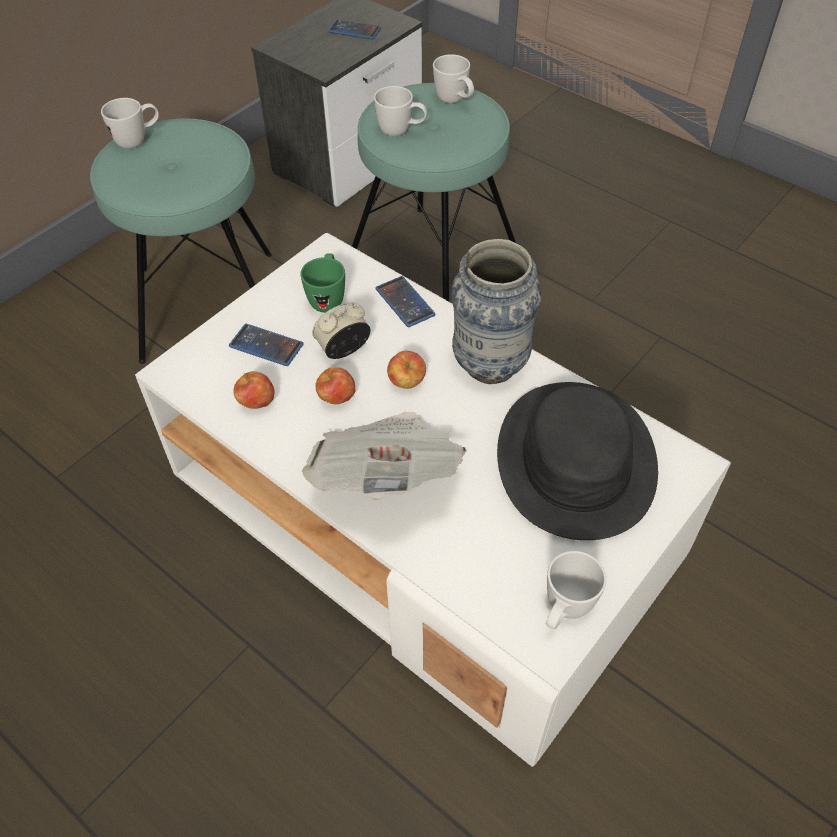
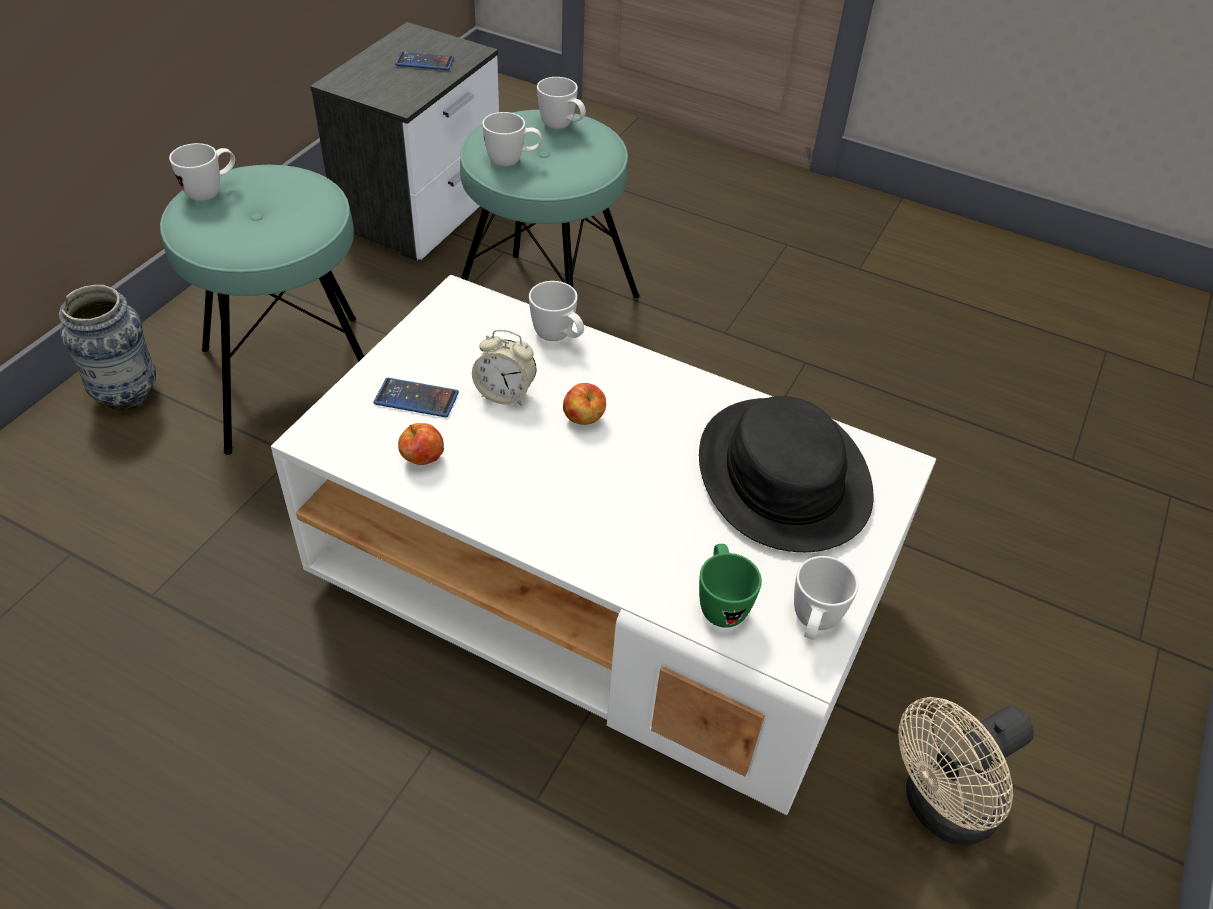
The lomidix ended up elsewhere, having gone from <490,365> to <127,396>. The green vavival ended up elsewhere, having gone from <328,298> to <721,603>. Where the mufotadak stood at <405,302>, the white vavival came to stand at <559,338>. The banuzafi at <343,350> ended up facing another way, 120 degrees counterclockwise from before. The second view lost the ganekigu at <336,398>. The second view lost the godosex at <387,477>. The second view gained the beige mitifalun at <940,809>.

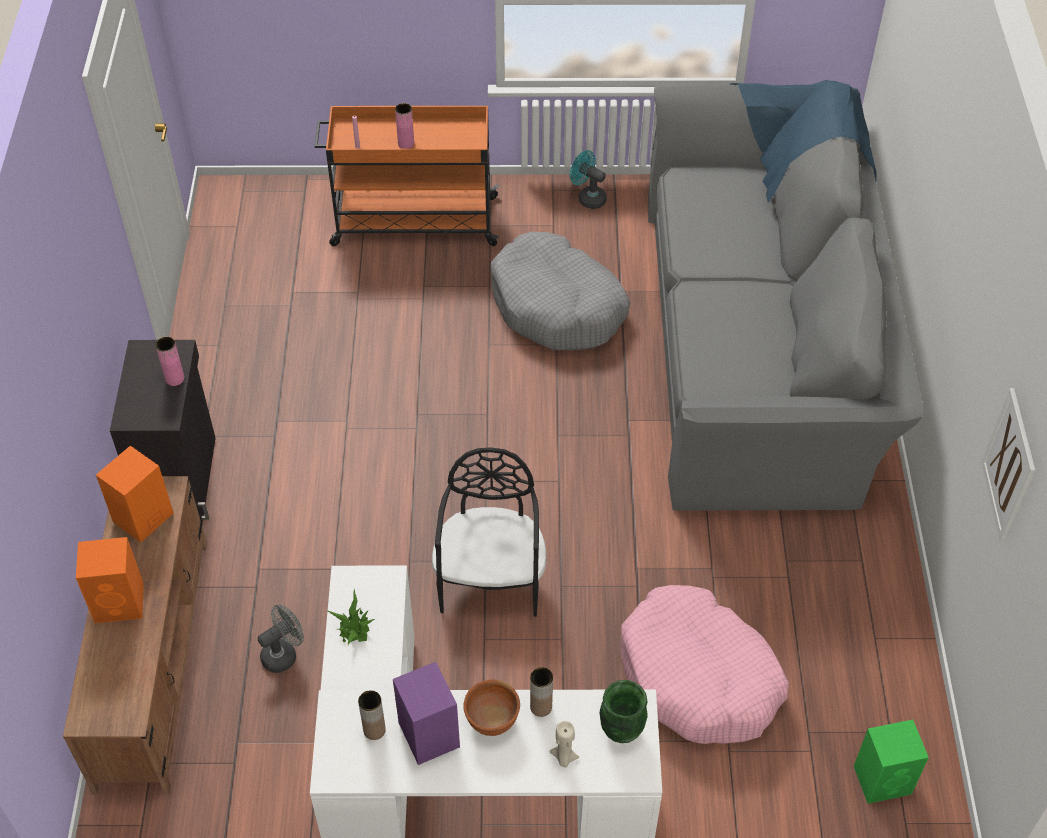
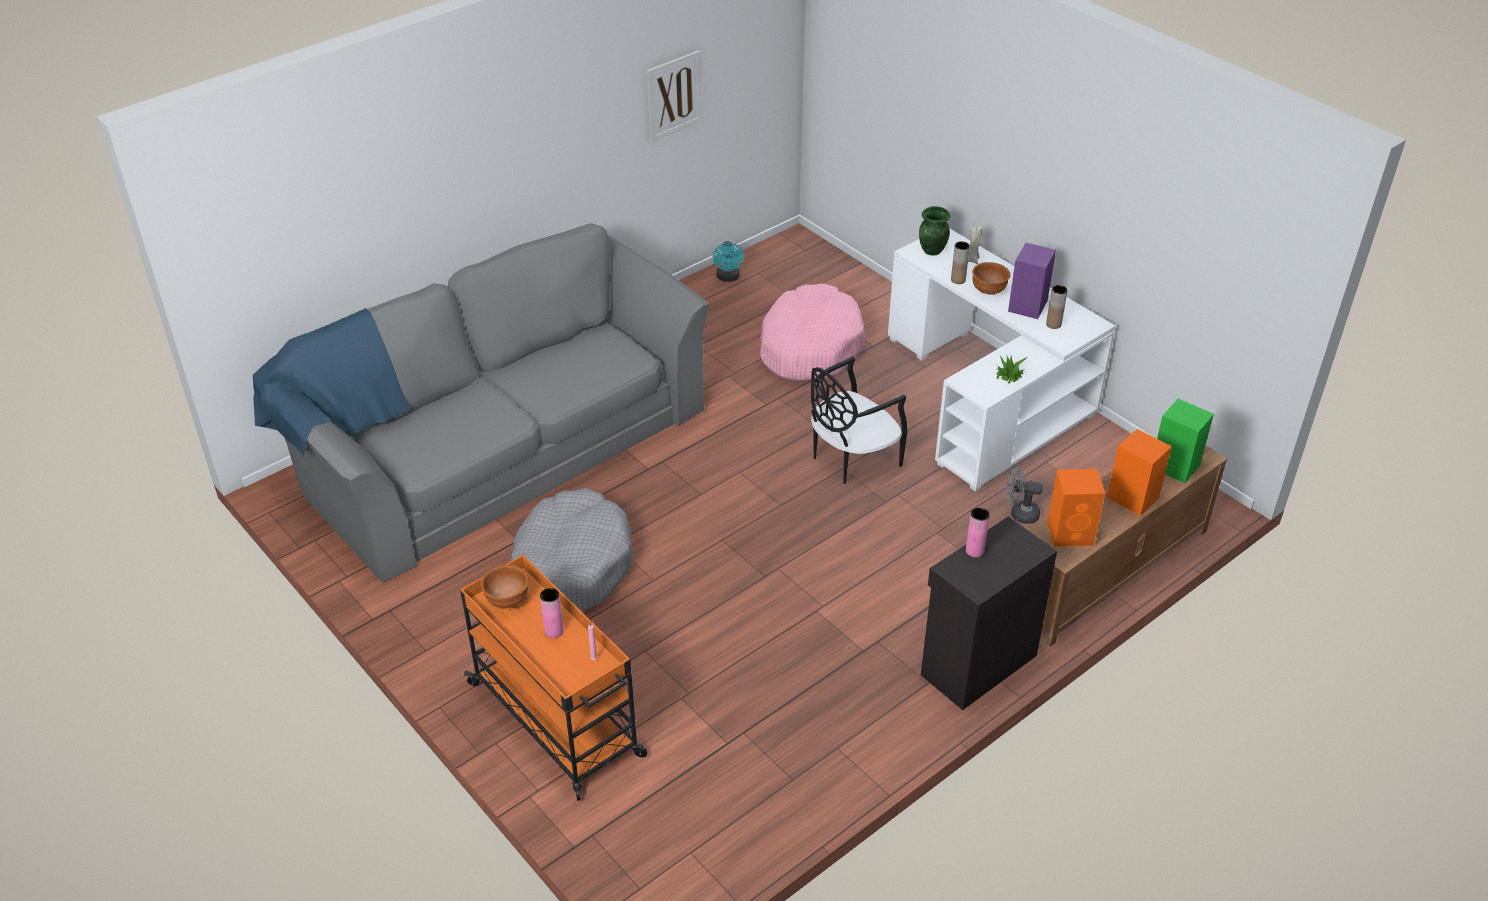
The turquoise mitifalun ended up elsewhere, having gone from <588,197> to <728,278>. The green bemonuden ended up elsewhere, having gone from <883,780> to <1173,466>. The second view gained the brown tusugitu at <507,600>.

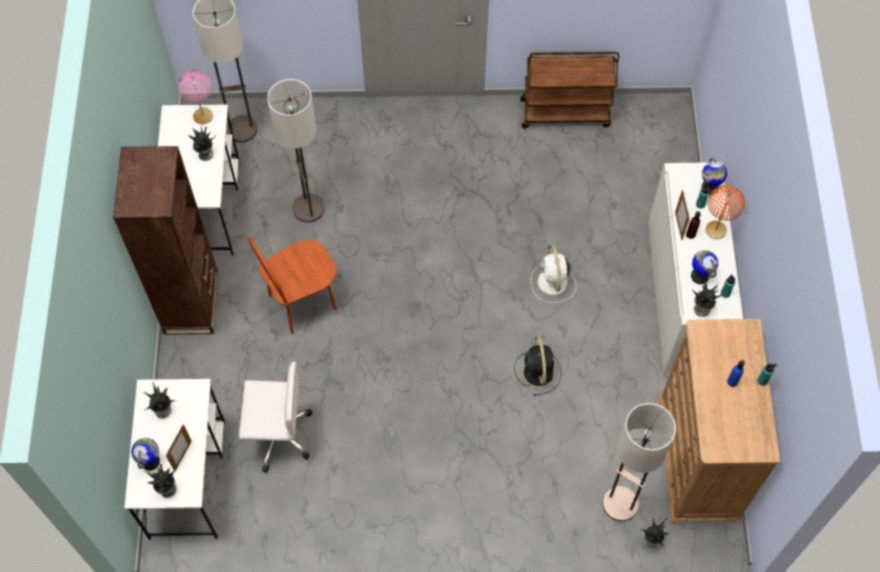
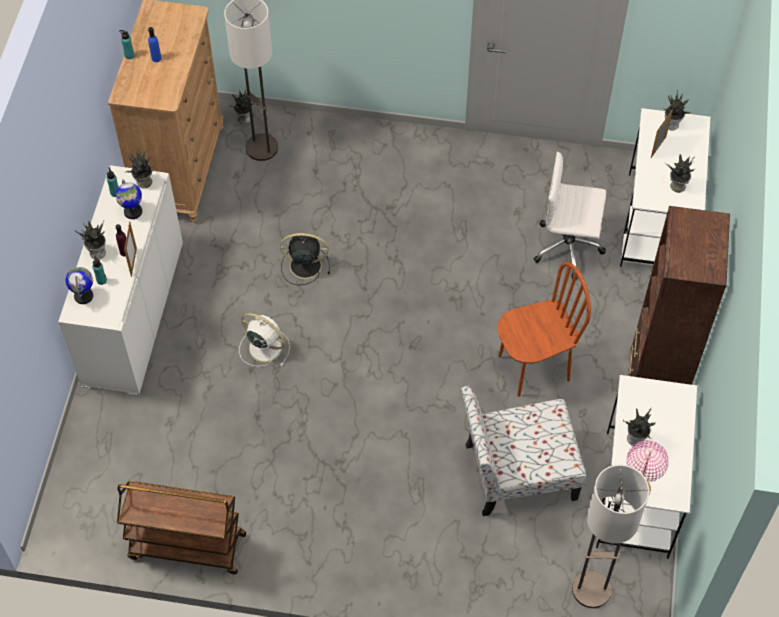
Where the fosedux stood at <309,208>, the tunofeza came to stand at <517,472>. Where the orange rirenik stood at <715,230>, the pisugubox came to stand at <97,252>. The white mitifalun at <552,283> ended up facing another way, 60 degrees counterclockwise from before. The black mitifalun at <538,371> ended up facing another way, 90 degrees clockwise from before. The second view lost the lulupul at <150,461>.

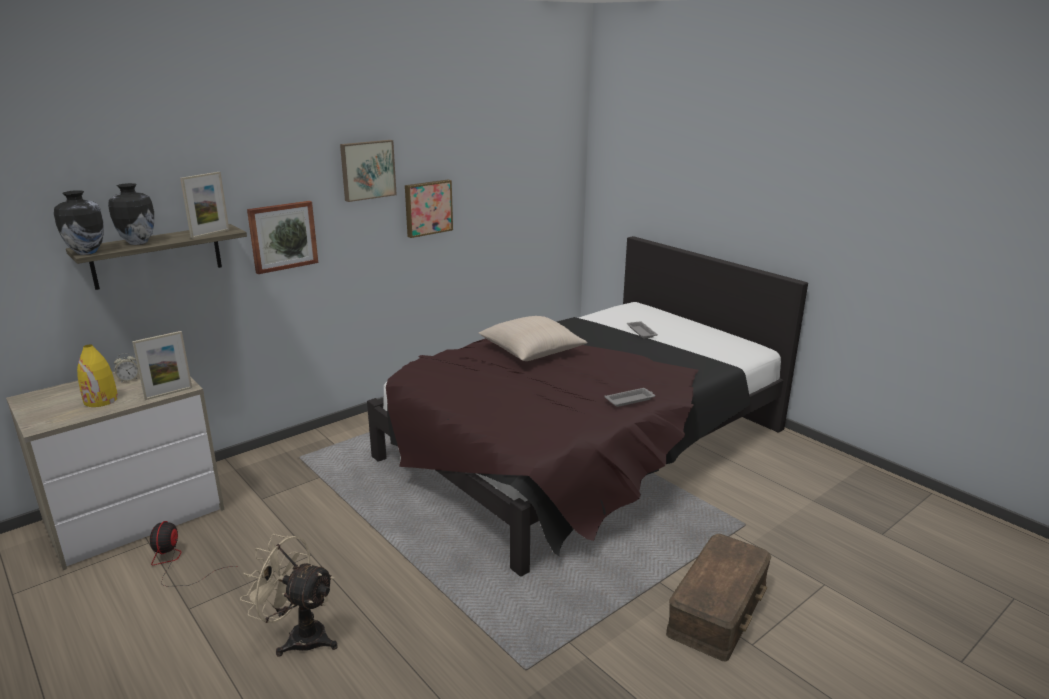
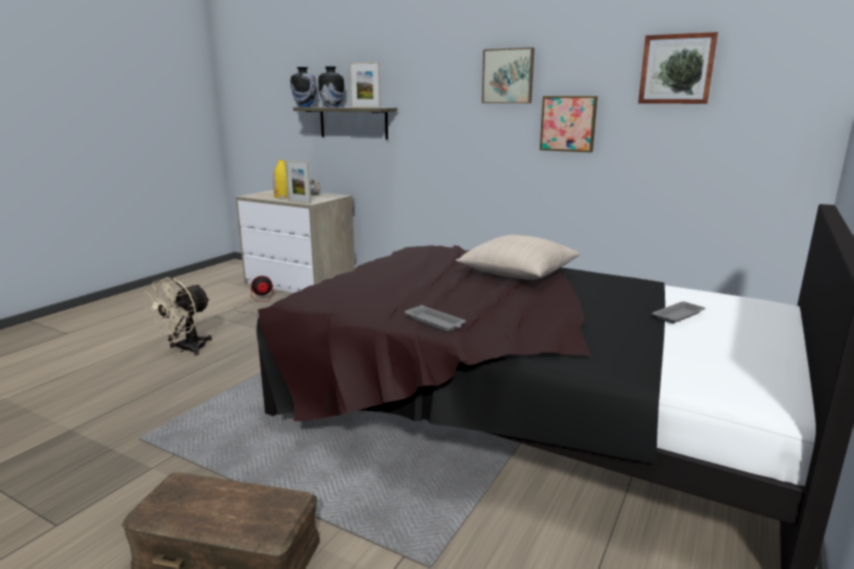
The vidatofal ended up elsewhere, having gone from <282,236> to <677,69>. The beige mitifalun at <299,636> ended up facing another way, 150 degrees counterclockwise from before.

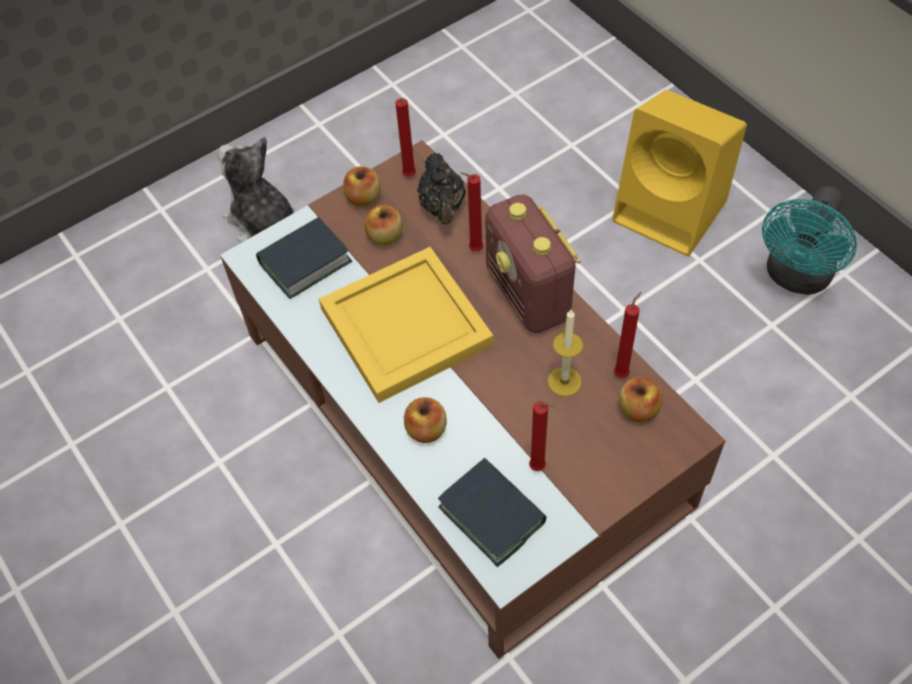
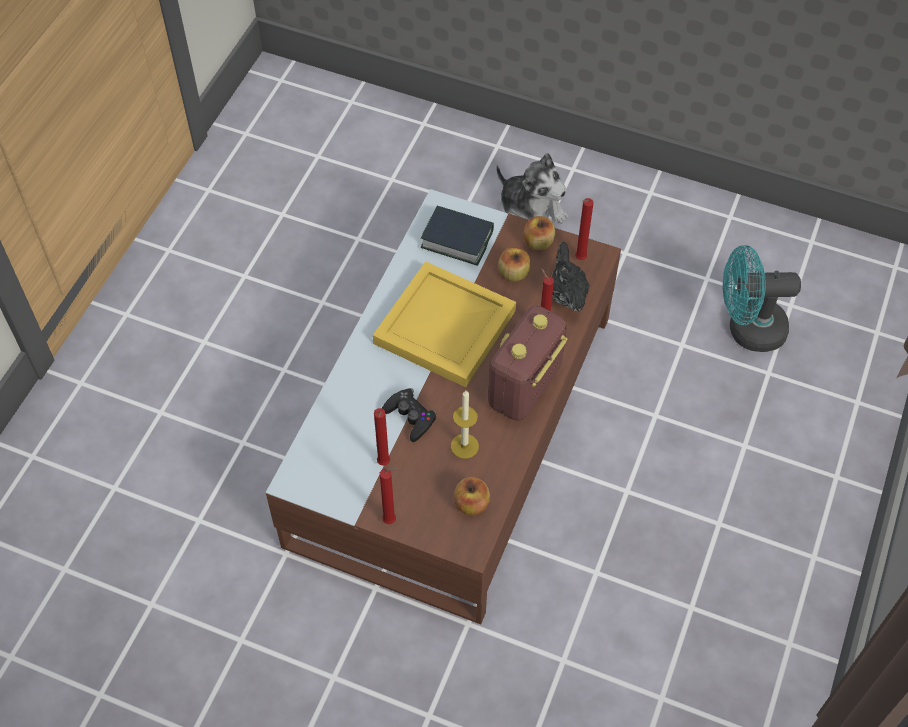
The second view lost the yellow bemonuden at <672,212>. The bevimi at <263,223> ended up facing another way, 120 degrees clockwise from before. The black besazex at <443,207> ended up facing another way, 120 degrees clockwise from before. The turquoise mitifalun ended up elsewhere, having gone from <796,277> to <747,329>. The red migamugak ended up elsewhere, having gone from <622,373> to <391,521>. The second view lost the ganekigu at <426,430>. The second view lost the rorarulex at <491,514>. The second view gained the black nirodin at <410,417>.

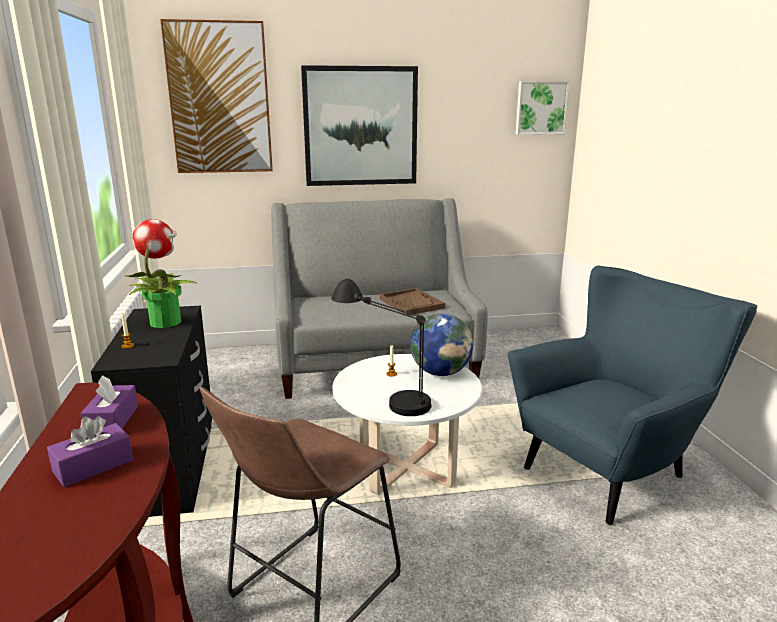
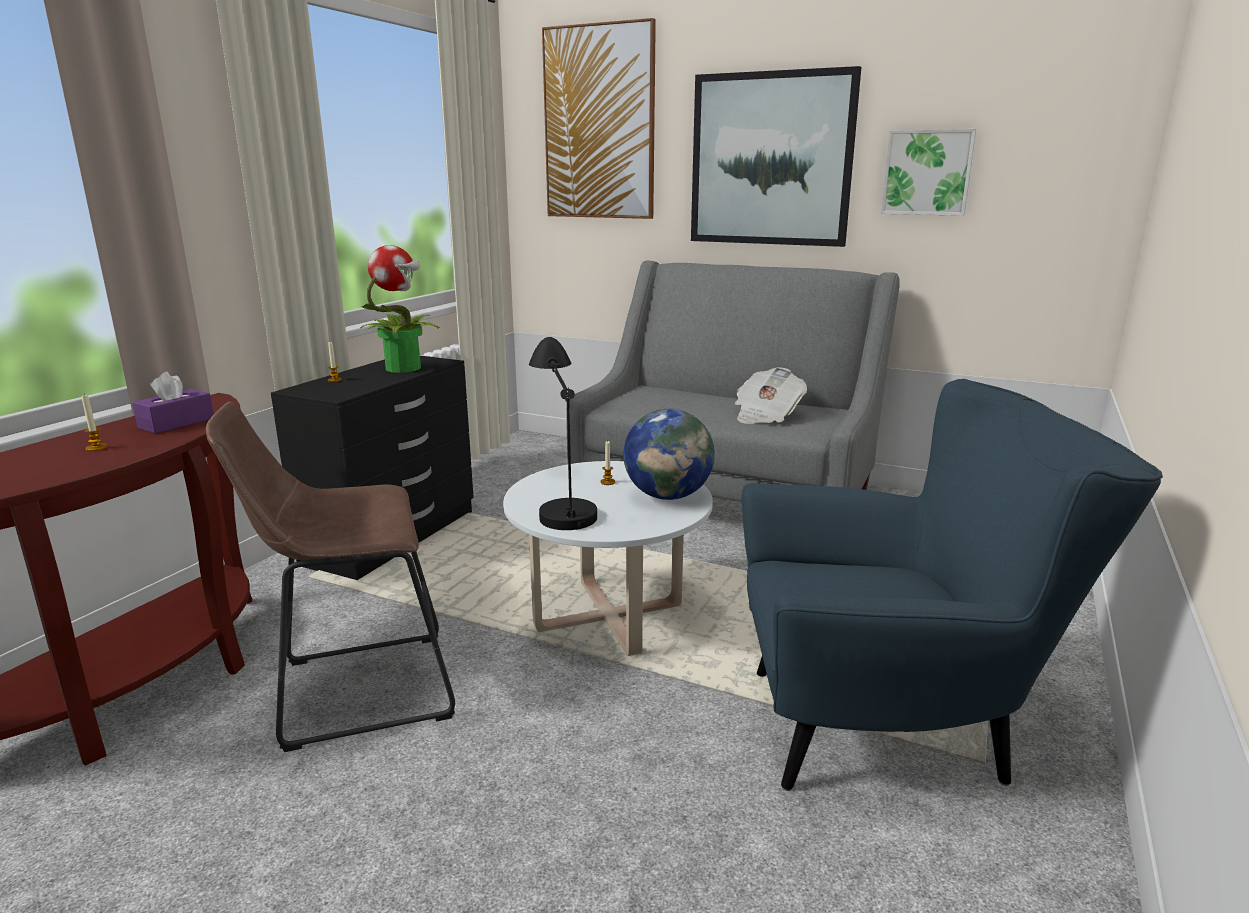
The vidatofal ended up elsewhere, having gone from <540,108> to <927,172>. Where the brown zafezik stood at <411,303>, the godosex came to stand at <766,415>. Where the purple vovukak stood at <93,466>, the migamugak came to stand at <97,448>.

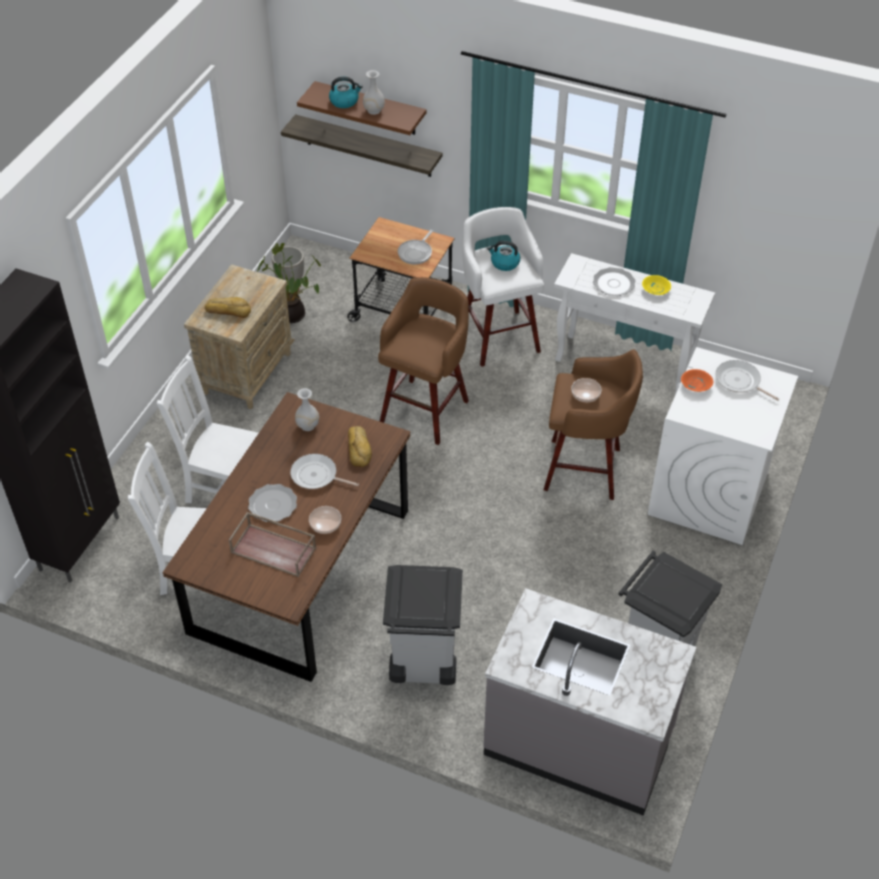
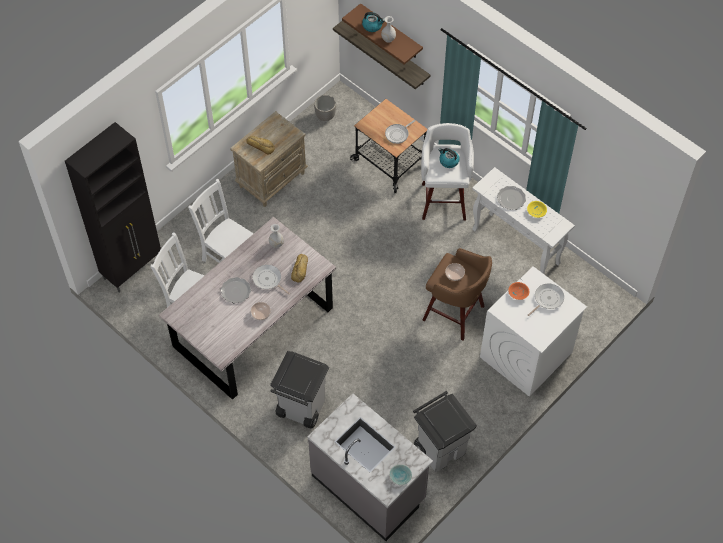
The second view lost the pisugubox at <293,313>. The second view lost the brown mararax at <426,409>. The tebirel at <739,381> ended up facing another way, 75 degrees clockwise from before. What was the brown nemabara at <302,571> turned into the grey nemabara at <254,327>. The second view lost the brown zafezik at <274,550>. The second view gained the turquoise tusugitu at <400,476>.

